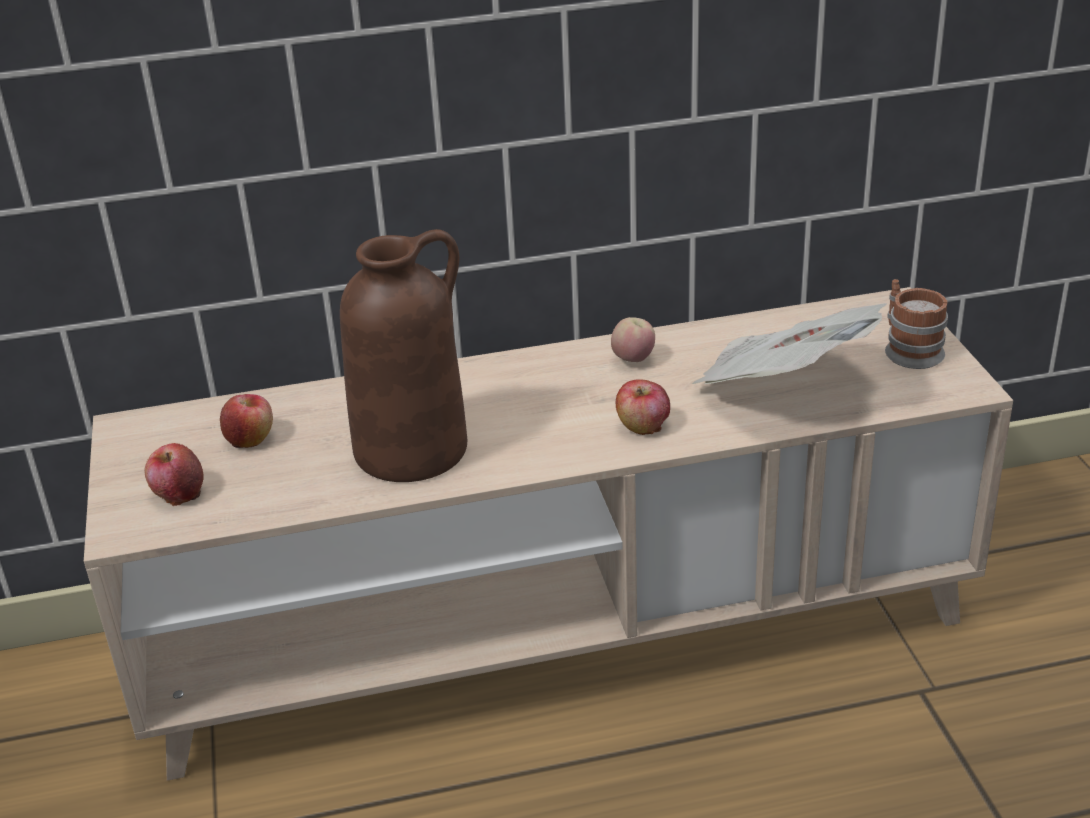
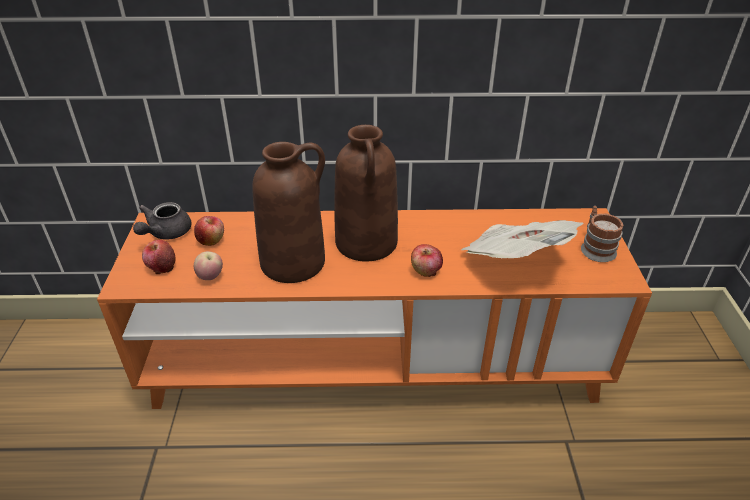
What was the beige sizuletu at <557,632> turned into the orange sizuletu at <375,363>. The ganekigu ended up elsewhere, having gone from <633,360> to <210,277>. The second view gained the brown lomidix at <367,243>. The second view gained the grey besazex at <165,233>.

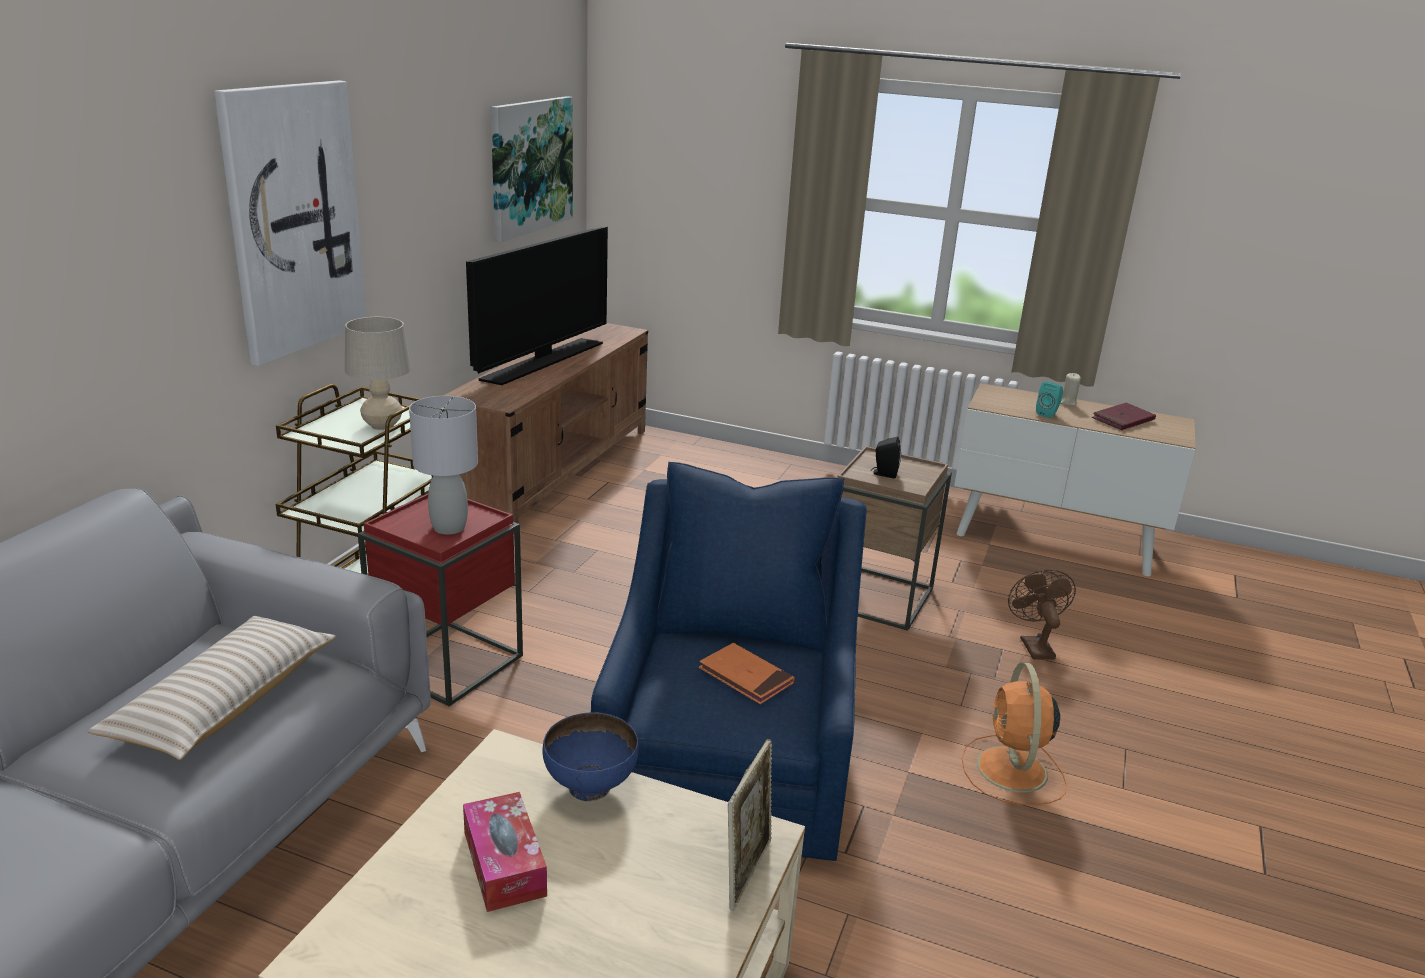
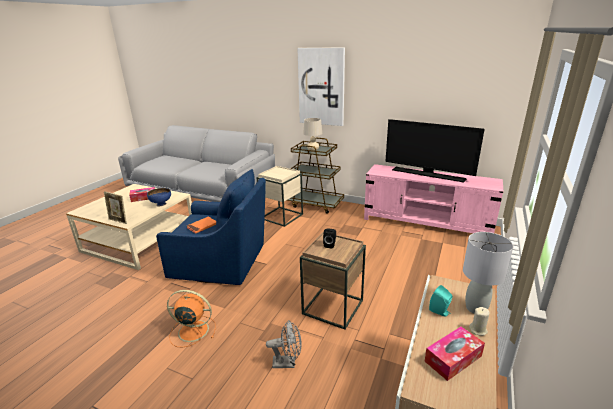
The second view lost the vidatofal at <530,166>. What was the brown sizuletu at <555,470> turned into the pink sizuletu at <426,223>. The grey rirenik ended up elsewhere, having gone from <449,527> to <476,308>. Where the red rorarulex stood at <1123,420>, the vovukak came to stand at <453,358>. What was the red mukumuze at <447,661> turned into the beige mukumuze at <281,216>. What was the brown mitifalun at <1034,645> turned into the grey mitifalun at <287,362>. The second view lost the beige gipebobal at <224,702>.

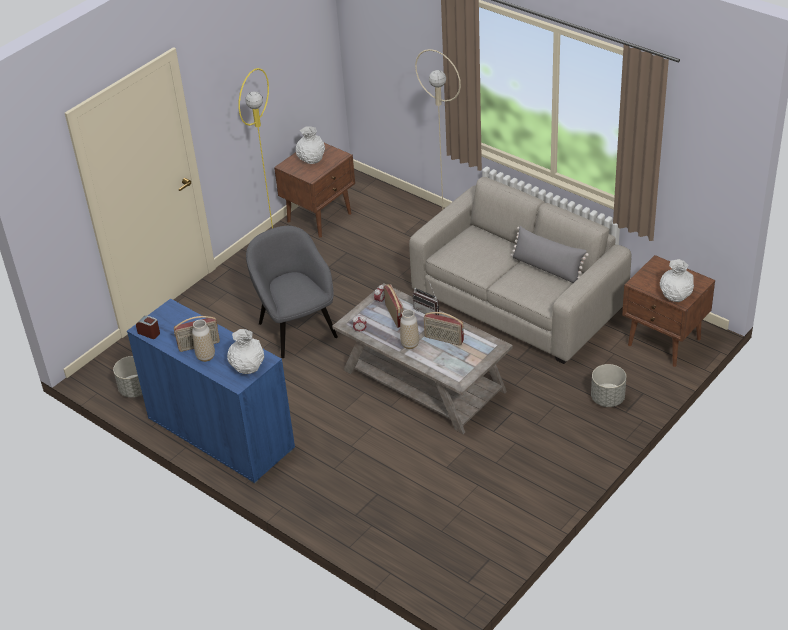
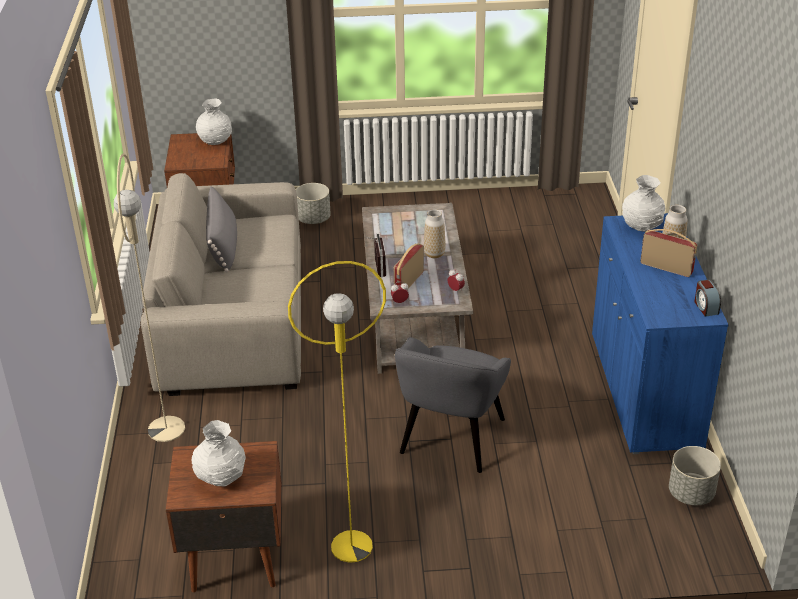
The second view lost the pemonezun at <443,339>.

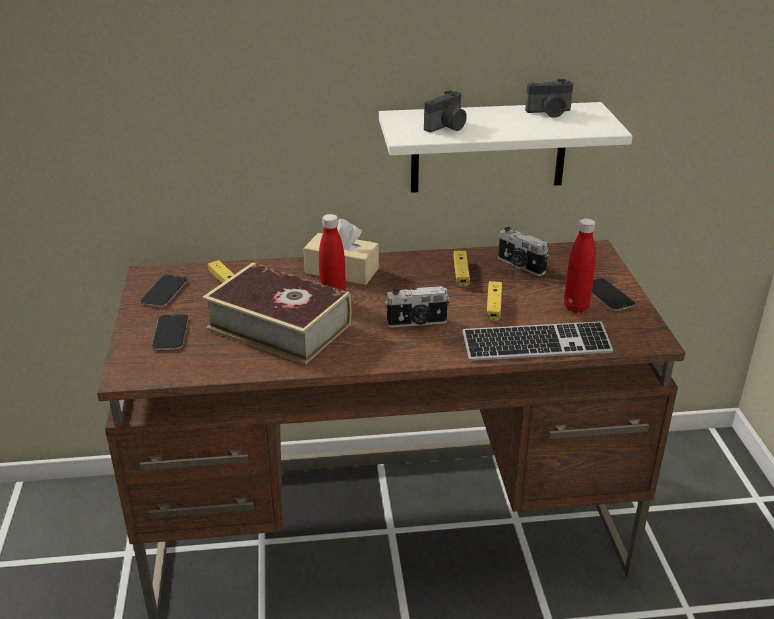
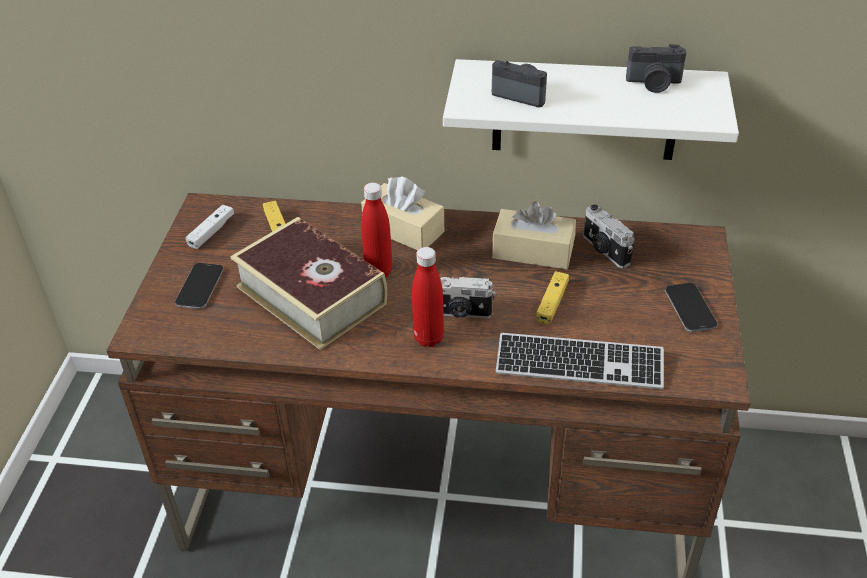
The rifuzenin at <447,127> ended up facing another way, 120 degrees counterclockwise from before. The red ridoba ended up elsewhere, having gone from <576,307> to <428,338>. Where the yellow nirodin stood at <461,273>, the beige vovukak came to stand at <533,251>. Where the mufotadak stood at <164,292>, the white nirodin came to stand at <211,232>.

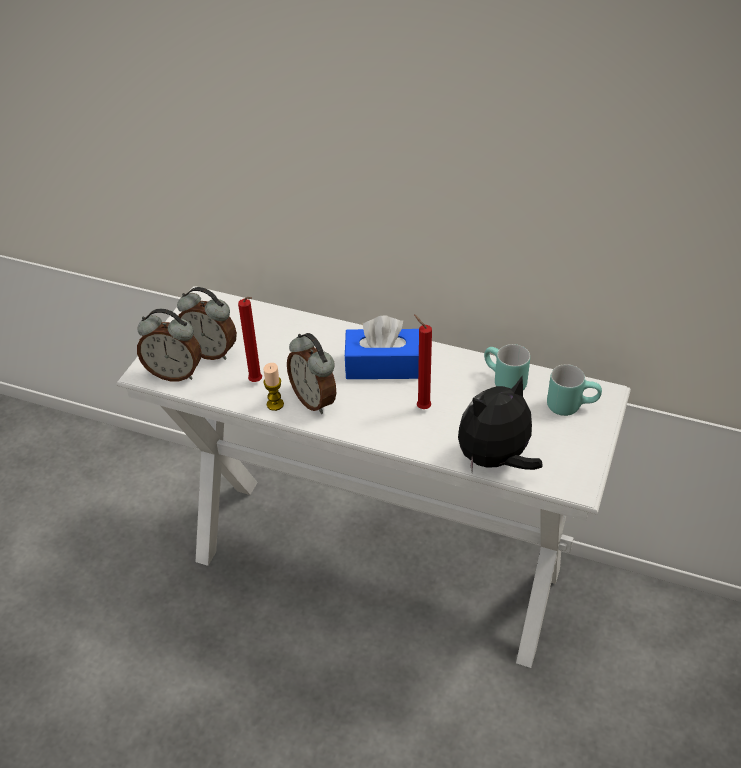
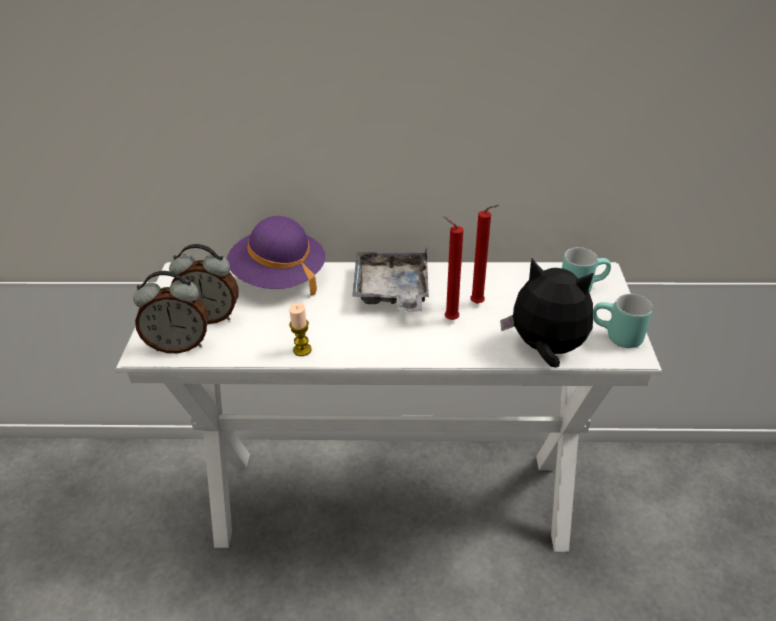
The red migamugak ended up elsewhere, having gone from <257,382> to <479,304>. Where the blue vovukak stood at <383,365>, the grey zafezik came to stand at <392,292>. The second view lost the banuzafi at <315,400>. The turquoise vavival ended up elsewhere, having gone from <502,382> to <615,338>. The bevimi at <495,460> ended up facing another way, 75 degrees clockwise from before. The second view gained the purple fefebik at <279,277>.

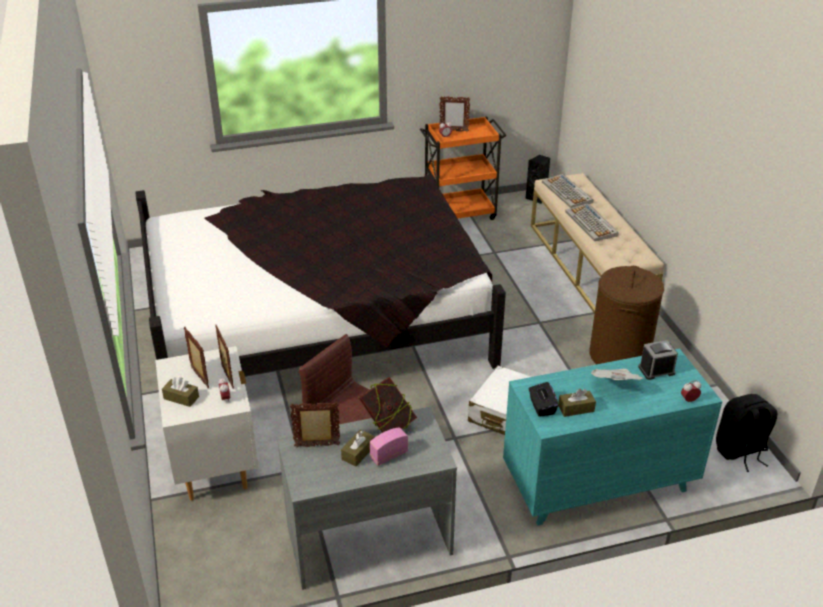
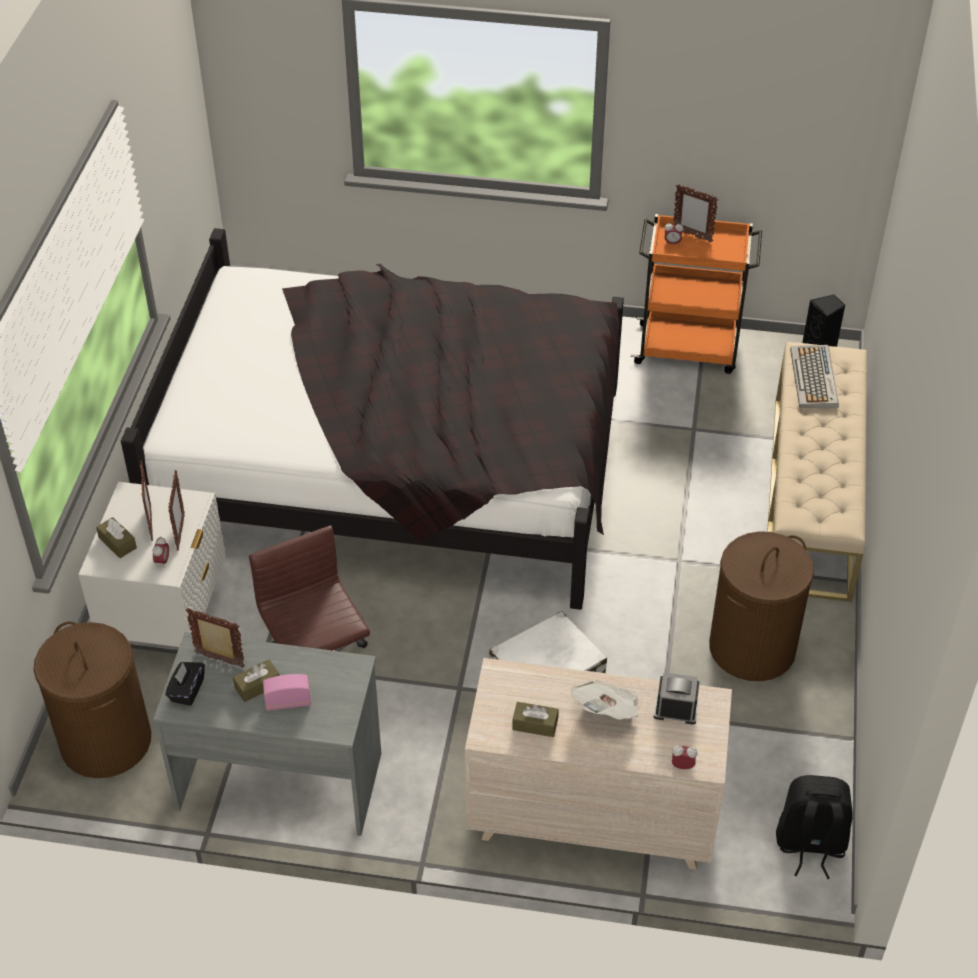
The second view lost the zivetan at <591,224>. What was the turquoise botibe at <598,484> turned into the beige botibe at <591,817>. The second view lost the rorarulex at <388,425>. The black vovukak ended up elsewhere, having gone from <541,407> to <187,691>. The second view gained the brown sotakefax at <105,741>.

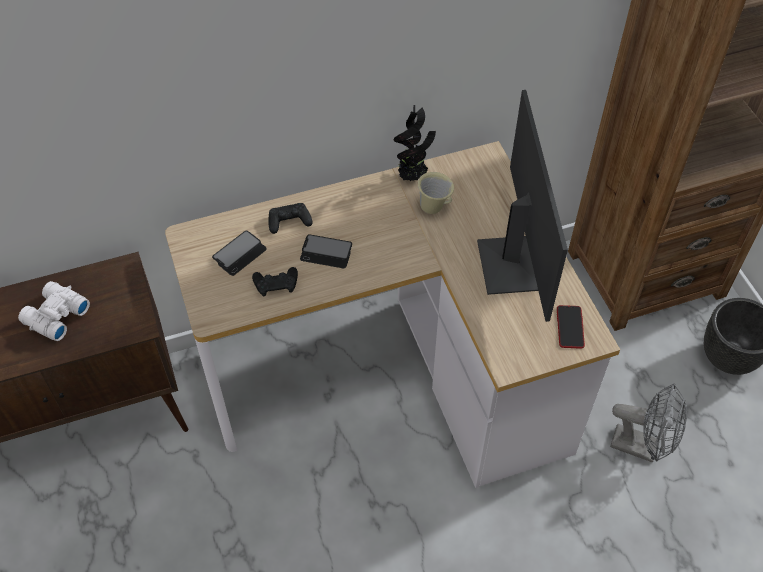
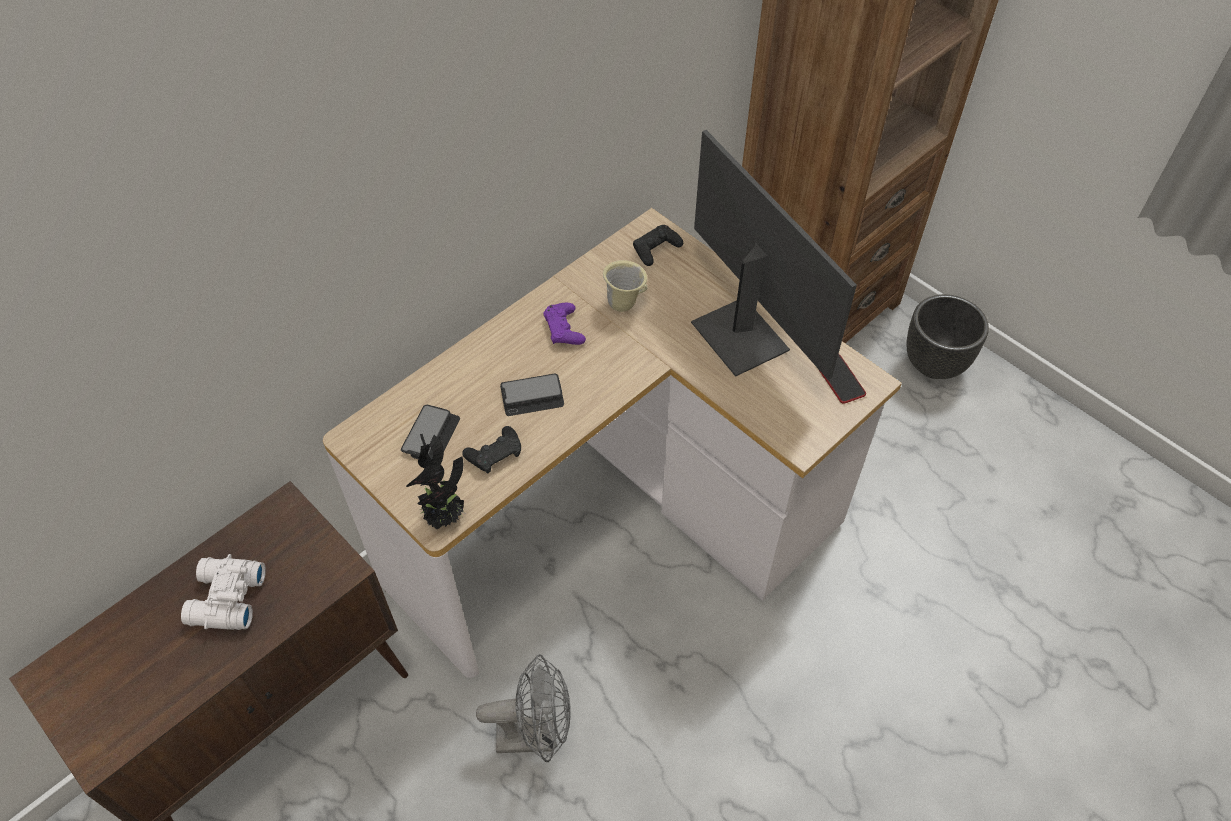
The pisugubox ended up elsewhere, having gone from <413,177> to <445,516>. The black nirodin ended up elsewhere, having gone from <289,221> to <656,249>. The grey mitifalun ended up elsewhere, having gone from <642,446> to <535,735>. The second view gained the purple nirodin at <564,329>.

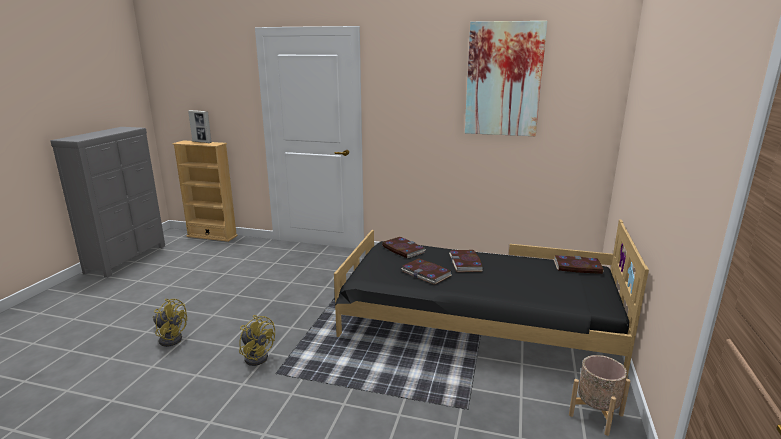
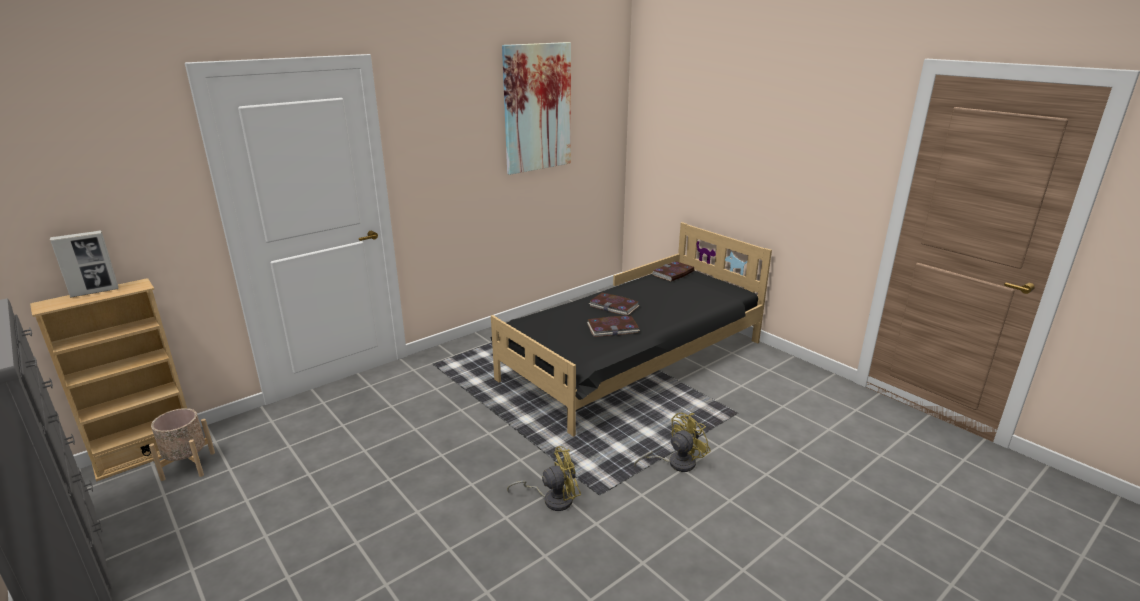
The second view lost the rorarulex at <403,249>. The yellow mitifalun ended up elsewhere, having gone from <170,338> to <675,463>. The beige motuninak ended up elsewhere, having gone from <595,415> to <188,466>.

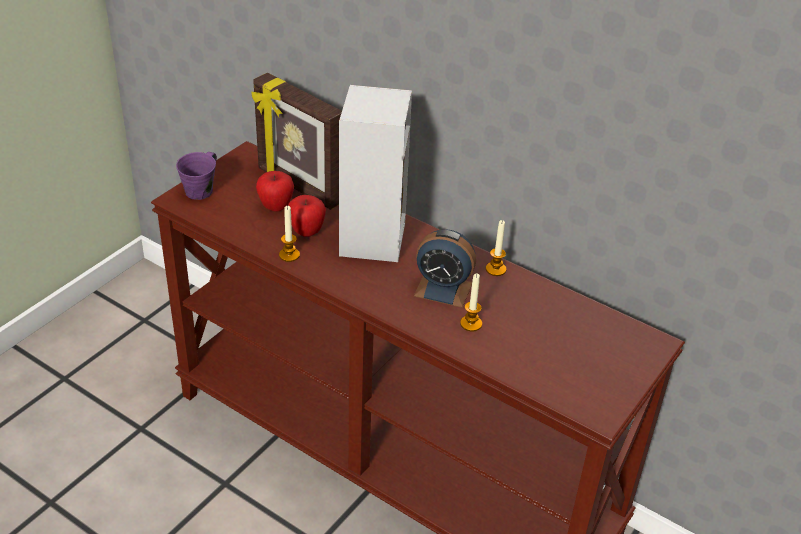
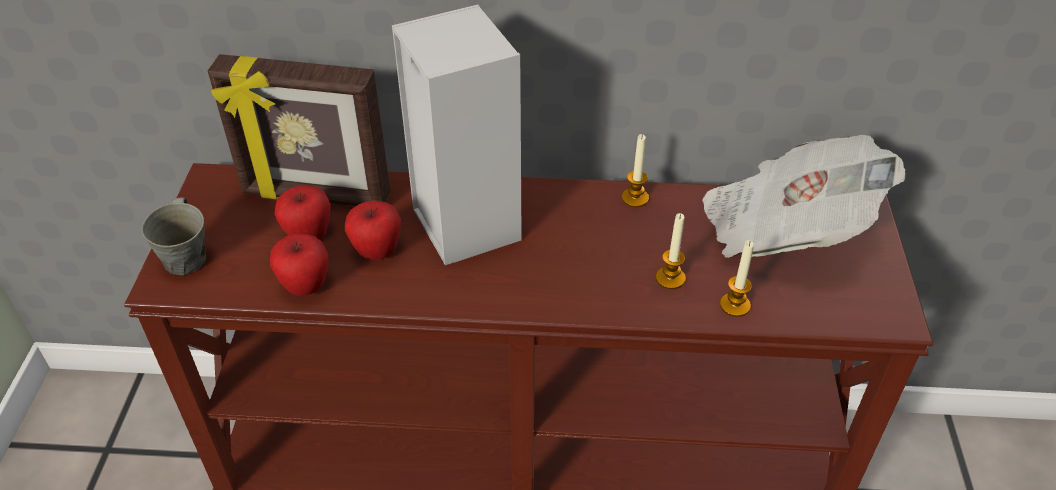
What was the purple vavival at <200,191> turned into the grey vavival at <187,258>. The migamugak ended up elsewhere, having gone from <289,255> to <735,305>. The second view lost the banuzafi at <443,289>. The second view gained the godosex at <784,229>. The second view gained the ganekigu at <305,286>.

